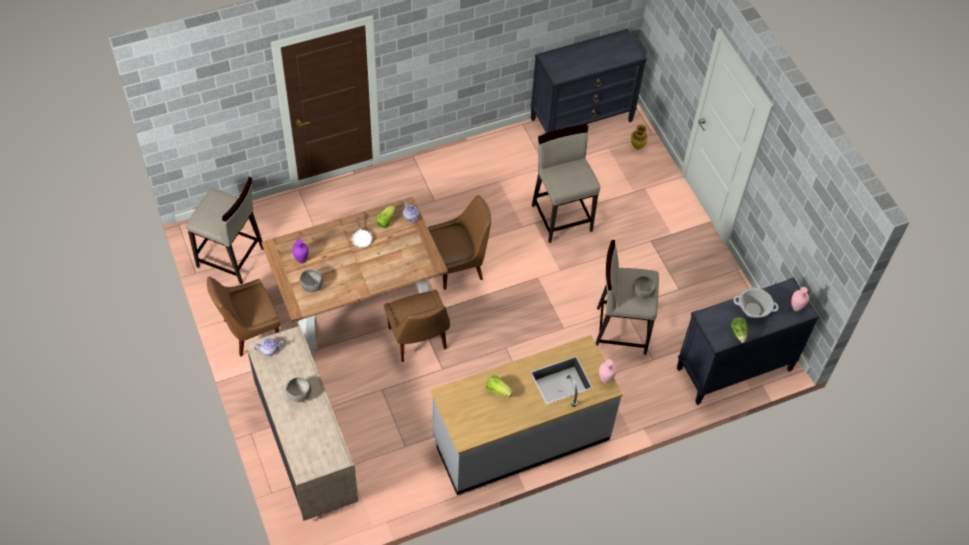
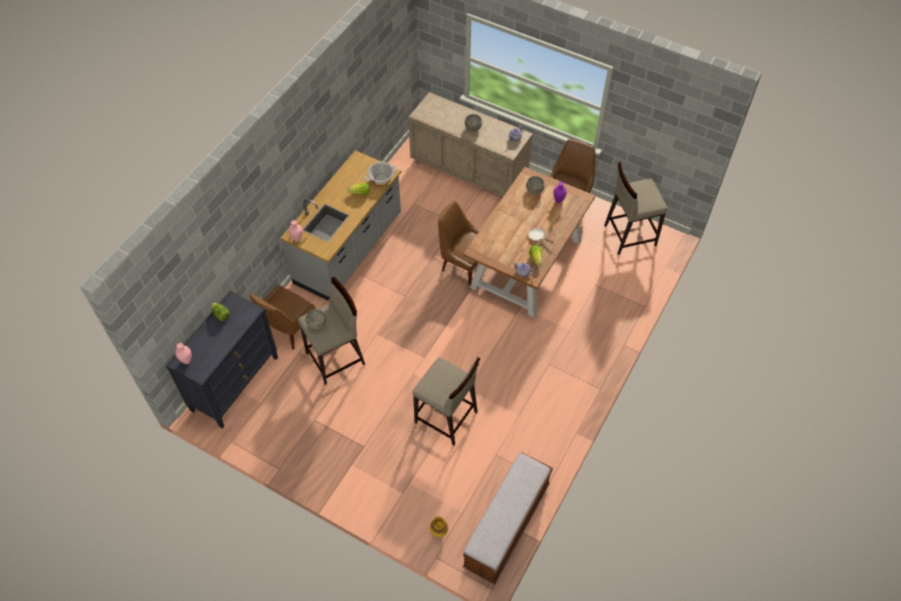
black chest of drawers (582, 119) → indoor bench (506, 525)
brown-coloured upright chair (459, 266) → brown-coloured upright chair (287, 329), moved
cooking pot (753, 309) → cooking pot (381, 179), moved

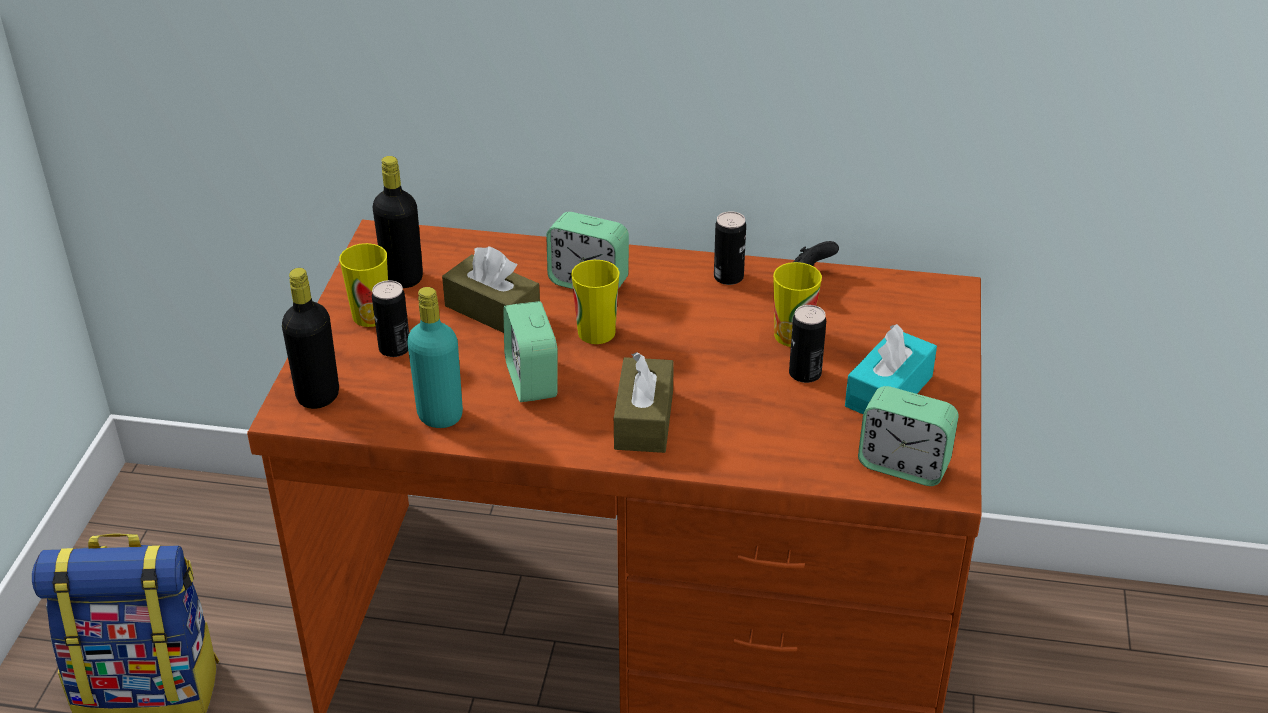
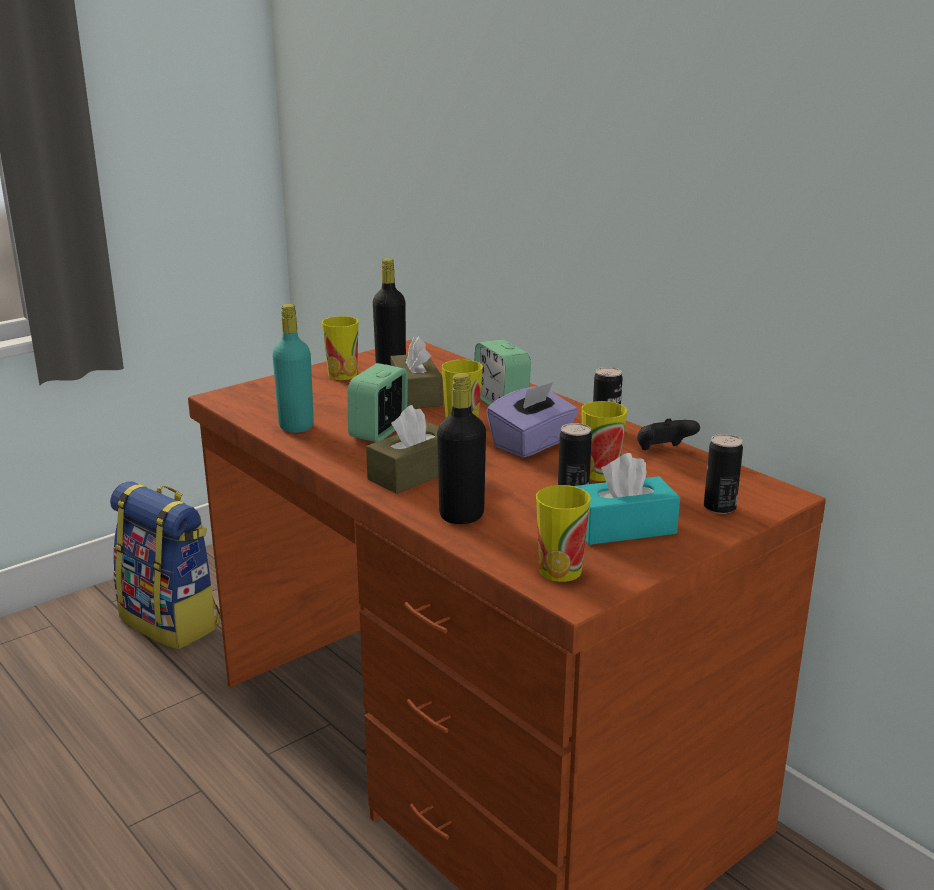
black beverage bottle (318, 396) → black beverage bottle (461, 516), moved
can (394, 348) → can (719, 507), moved
bedside clock (903, 465) → drinking cup (560, 570)
- → purple box of tissues (532, 444)

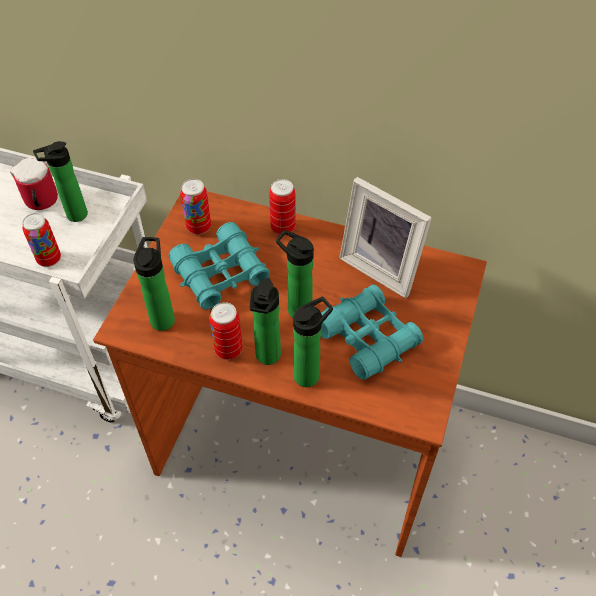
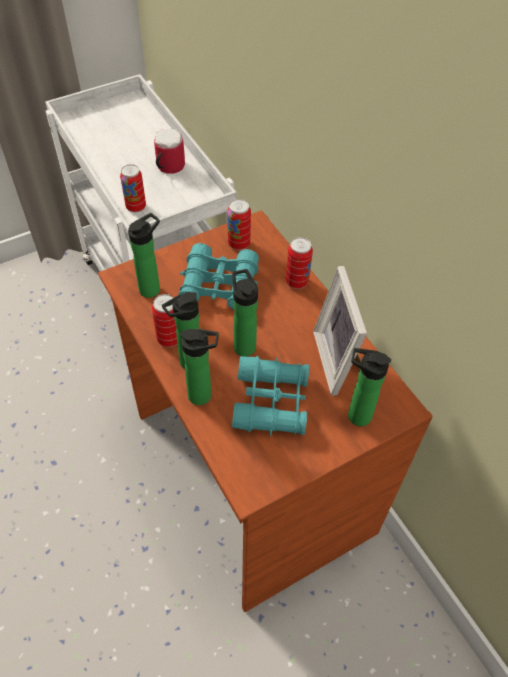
beverage bottle (73, 216) → beverage bottle (355, 415), moved

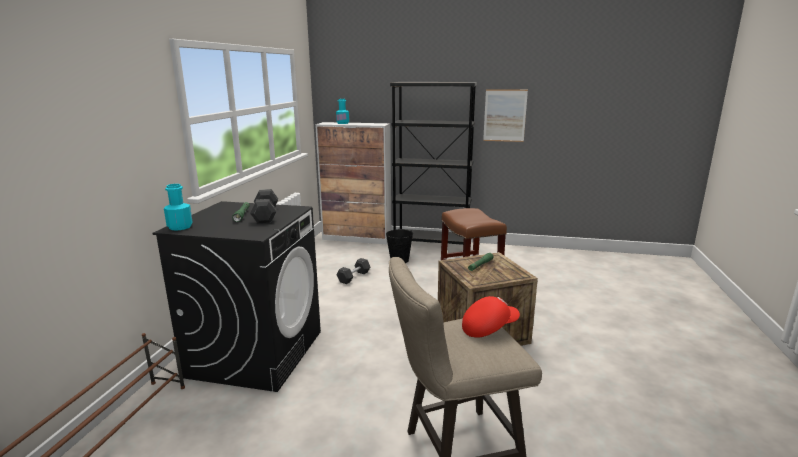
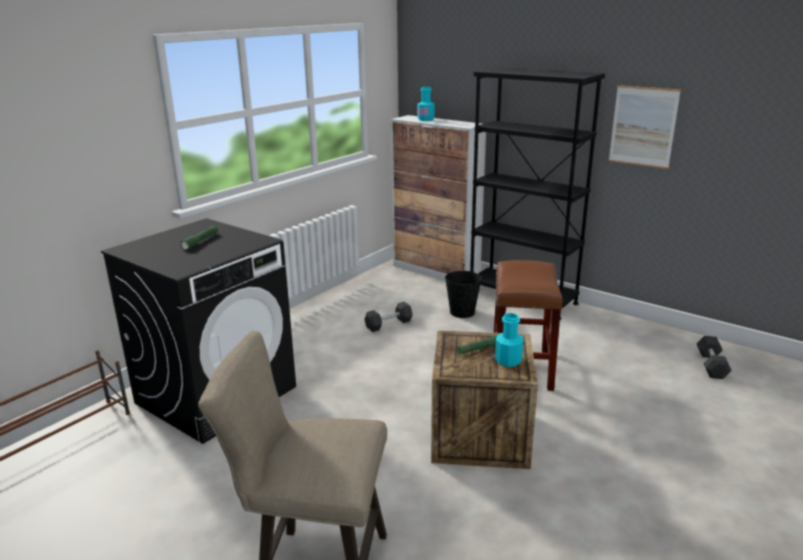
turquoise-coloured beverage bottle (180, 227) → turquoise-coloured beverage bottle (508, 360), moved
gray hand weight (265, 215) → gray hand weight (711, 365), moved
red-coloured peaked cap (489, 328) → -

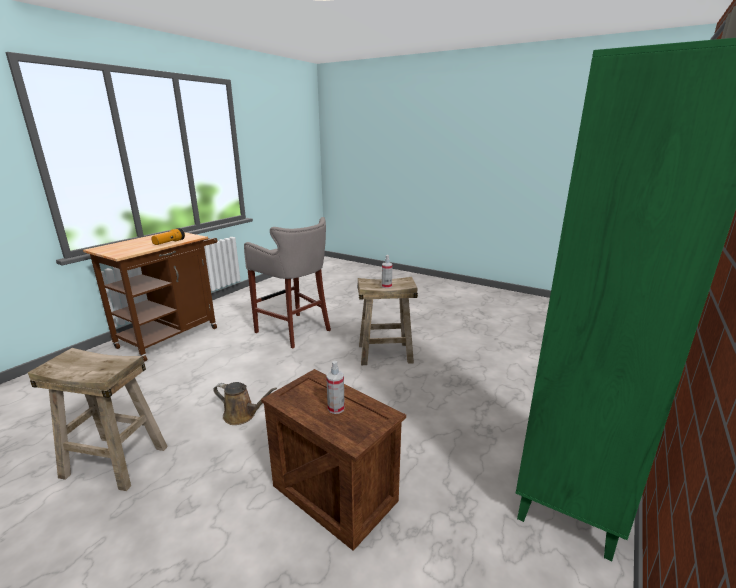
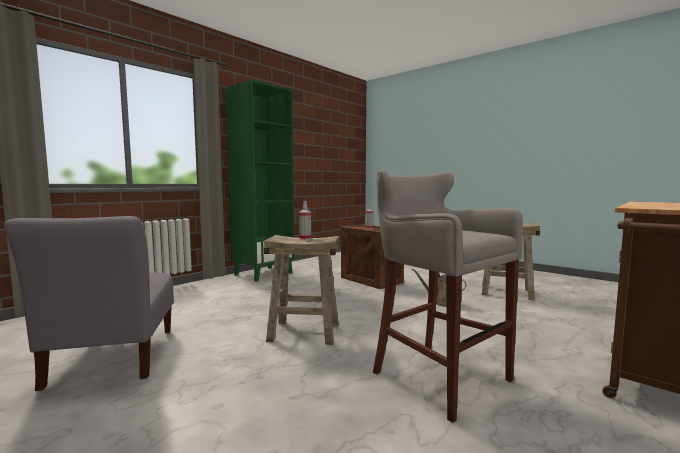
torch (169, 243) → -
- → gray upright chair (112, 359)

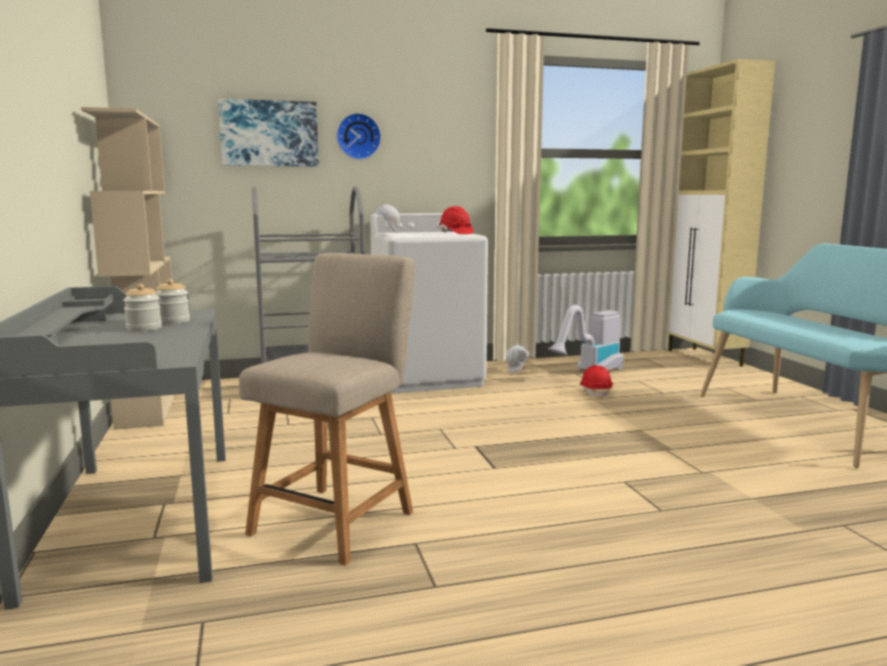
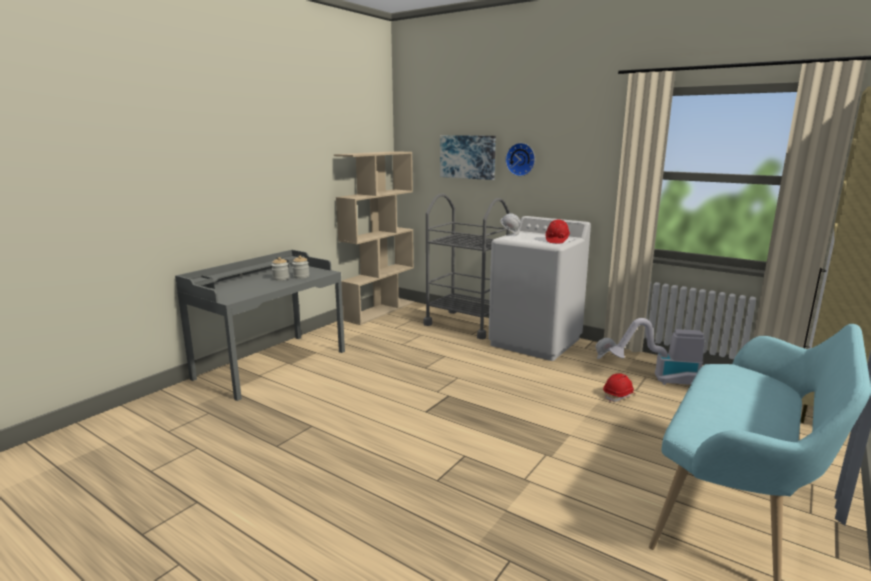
beige-coloured upright chair (337, 519) → -

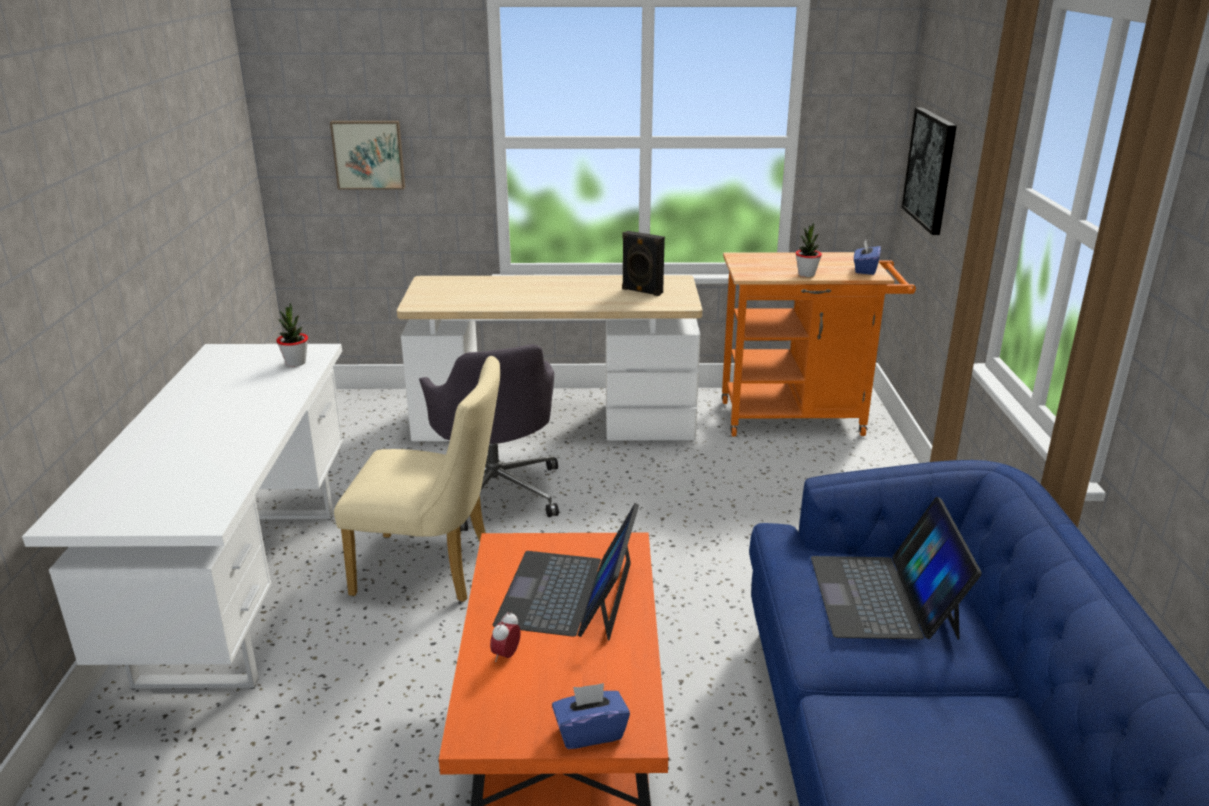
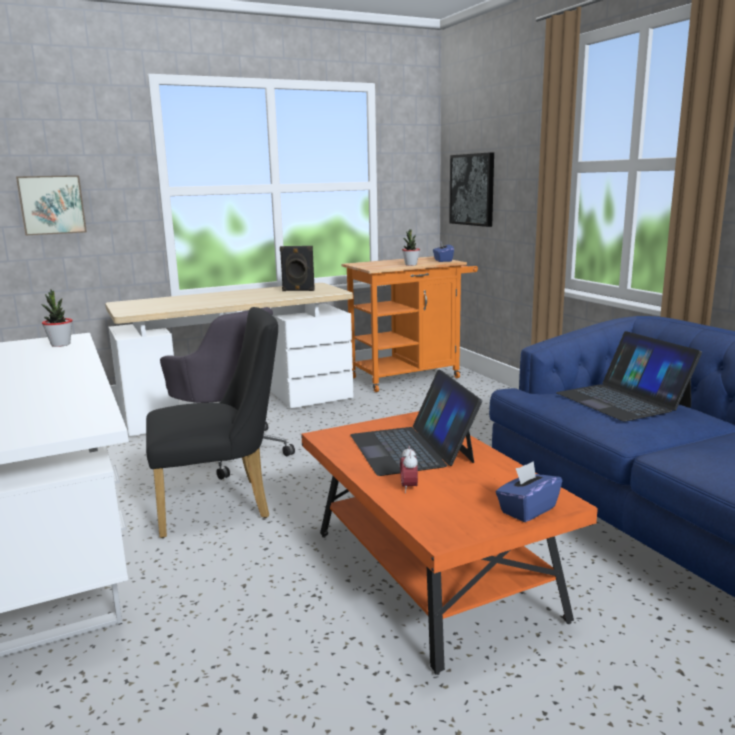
beige-coloured upright chair (433, 570) → black upright chair (222, 505)

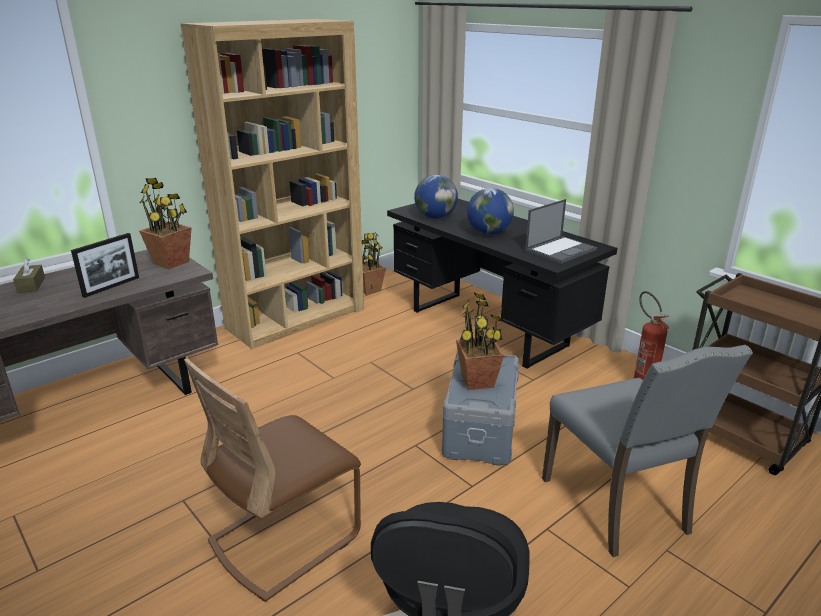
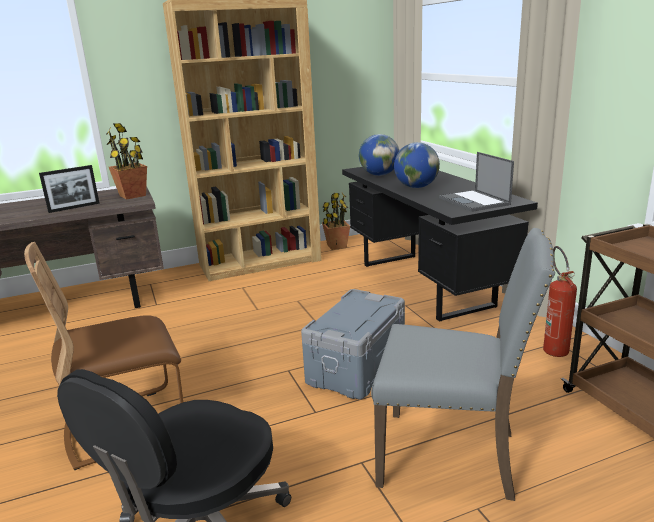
notebook computer (561, 250) → notebook computer (474, 201), 90 degrees clockwise
brown-coloured box of tissues (31, 285) → -
plant in a pot (478, 381) → -
gray upright chair (618, 506) → gray upright chair (451, 456), 75 degrees counterclockwise

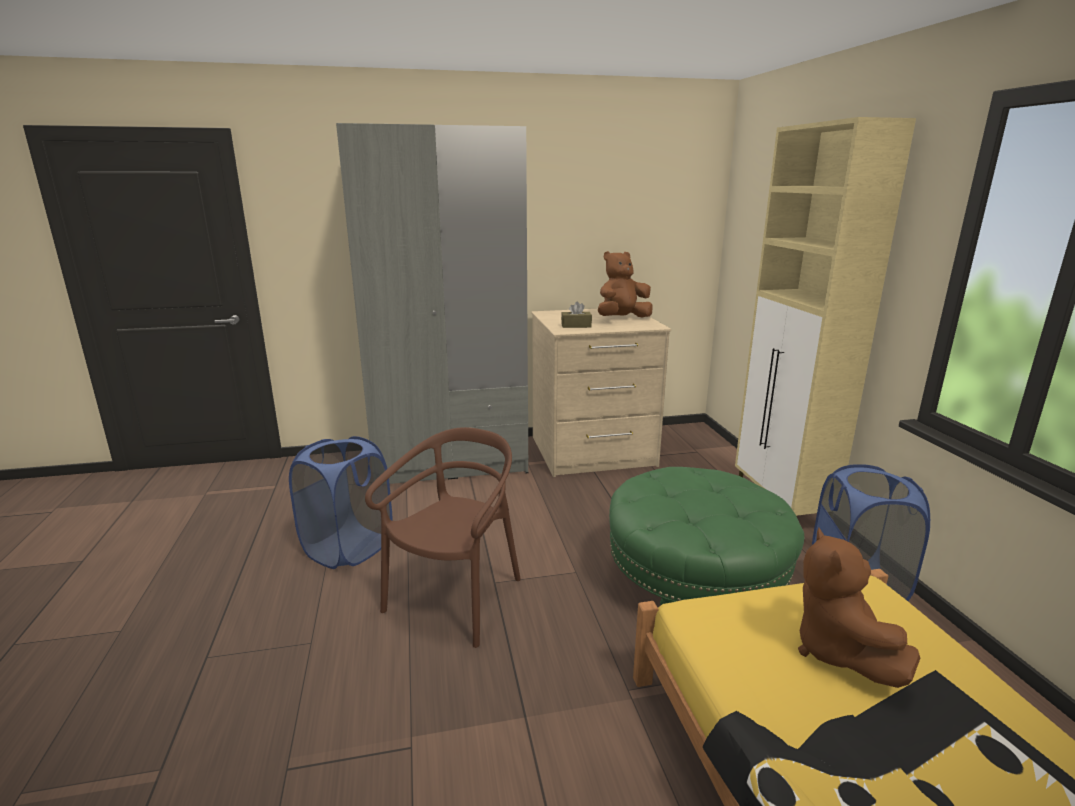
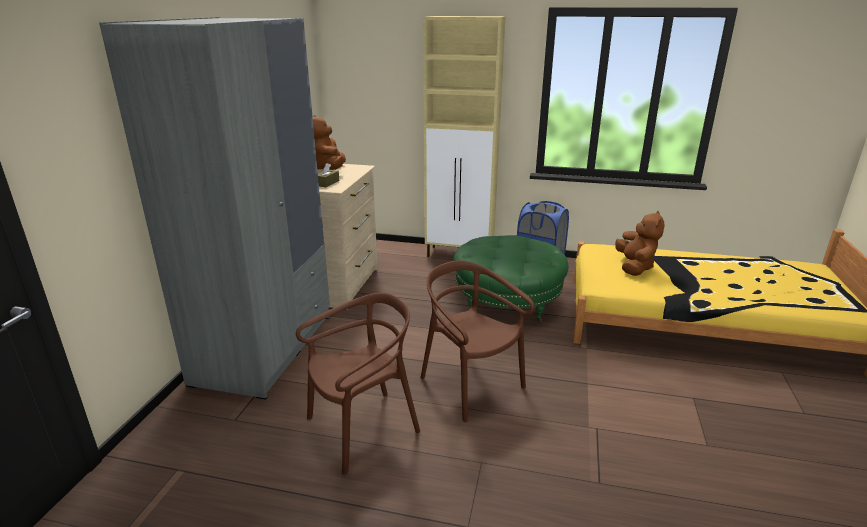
blue-coloured washing basket (348, 548) → brown-coloured upright chair (363, 428)
brown-coloured cuddly toy (838, 651) → brown-coloured cuddly toy (634, 267), 105 degrees counterclockwise

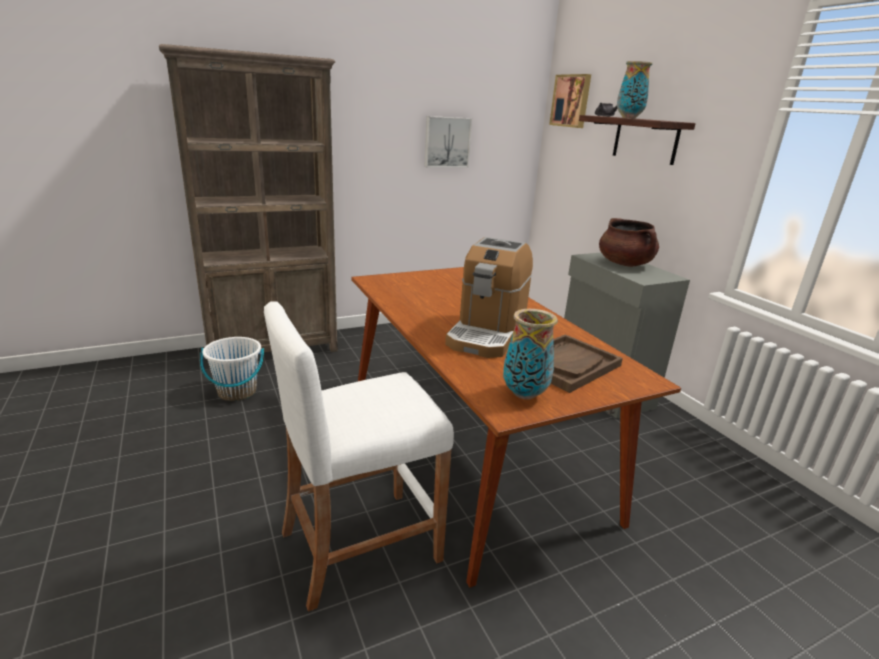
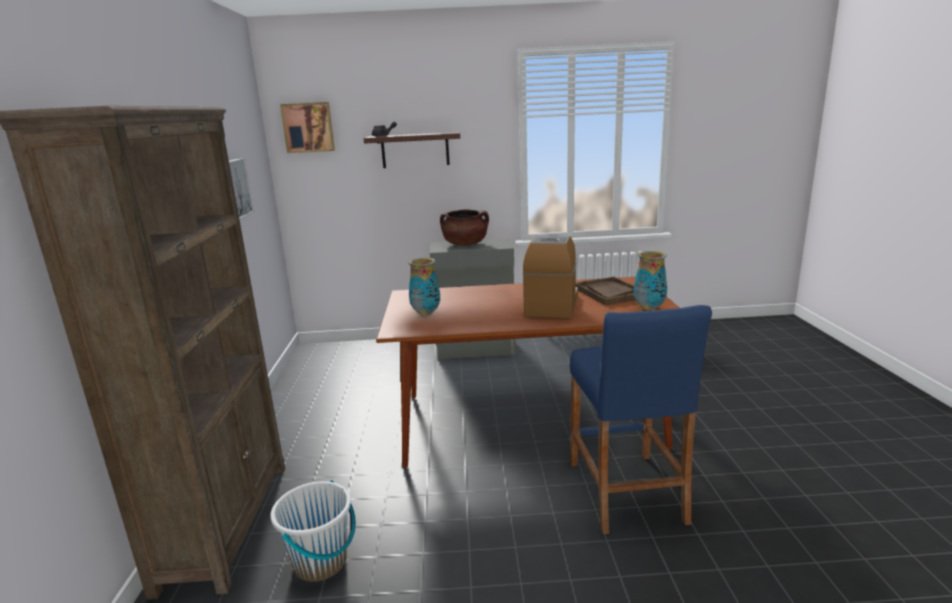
vase (629, 118) → vase (426, 313), moved
coffee maker (487, 333) → coffee maker (552, 305), 120 degrees counterclockwise
white stool (360, 545) → blue-coloured stool (625, 491)

